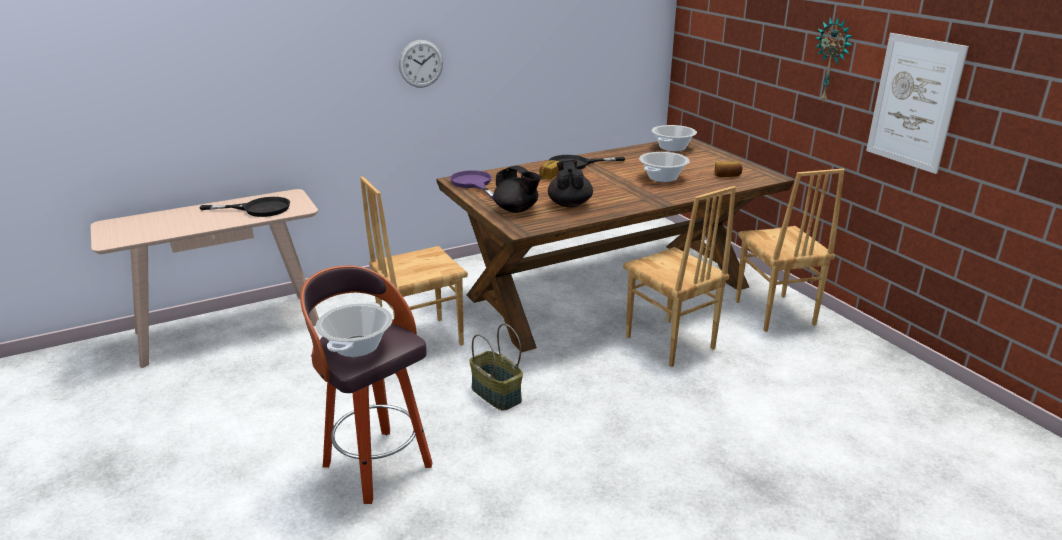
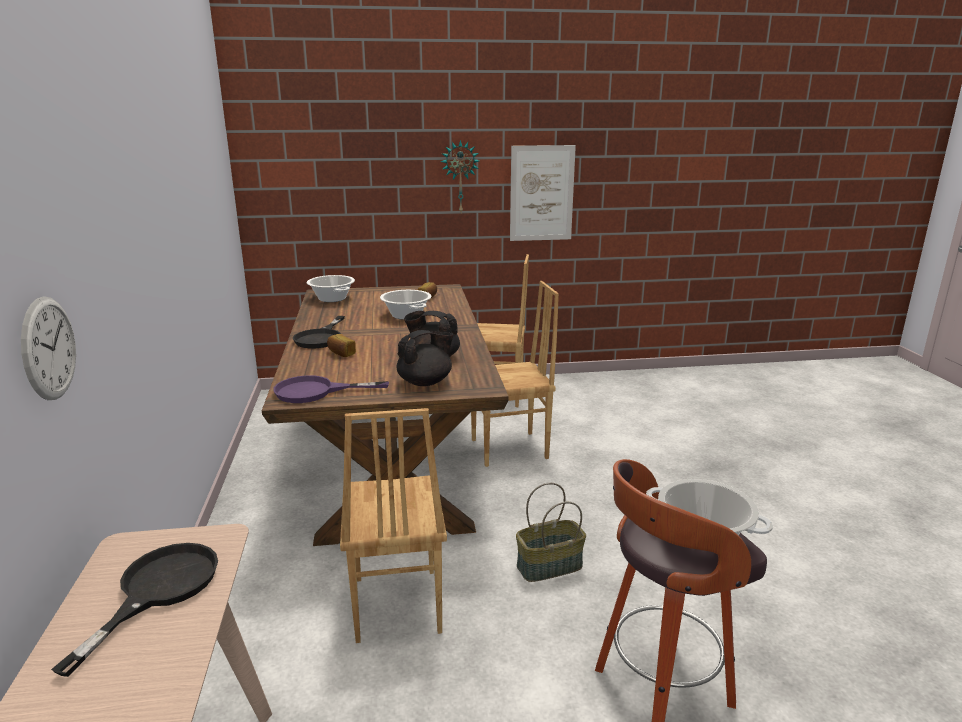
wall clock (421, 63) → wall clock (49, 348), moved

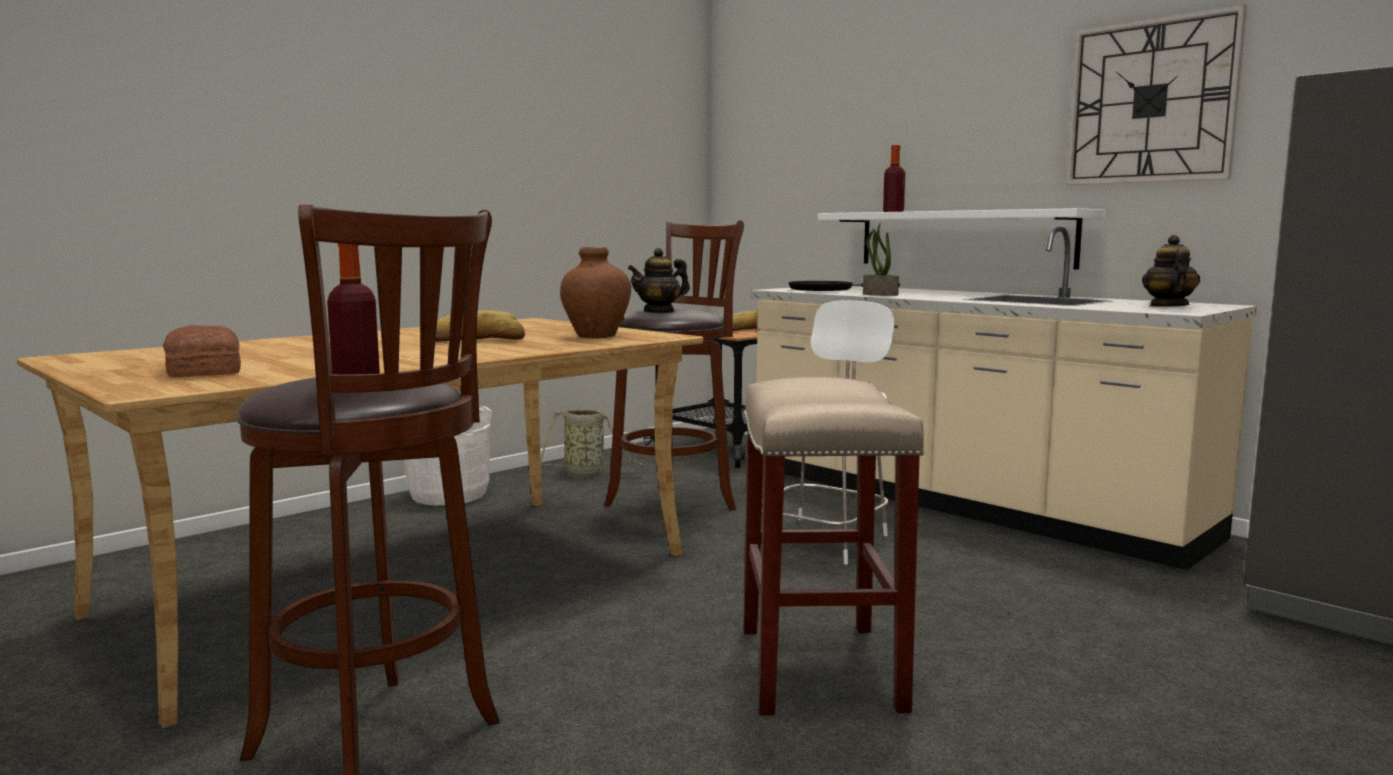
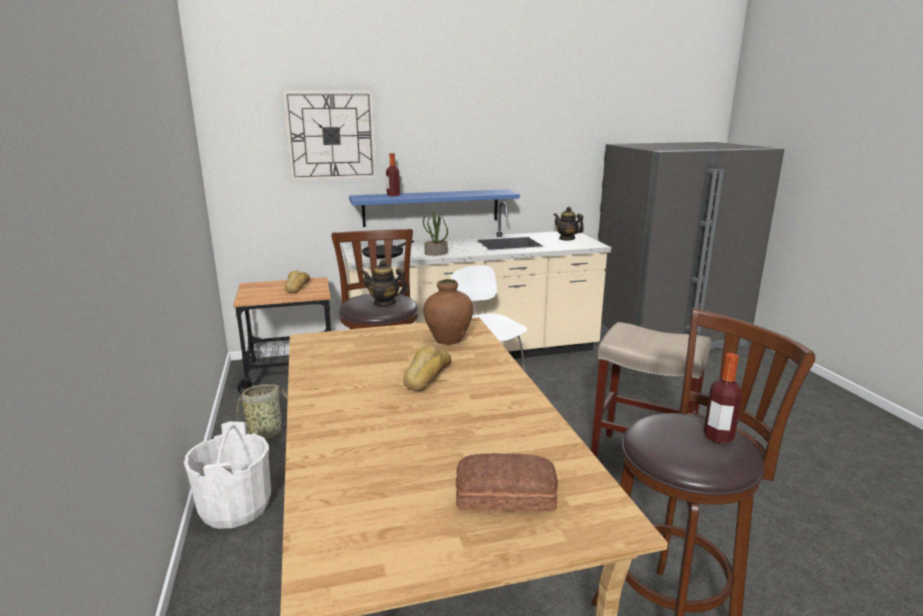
wall clock (1151, 101) → wall clock (331, 135), moved
white shelf (963, 239) → blue-coloured shelf (431, 207)
pot for tea (659, 311) → pot for tea (384, 303), 105 degrees clockwise

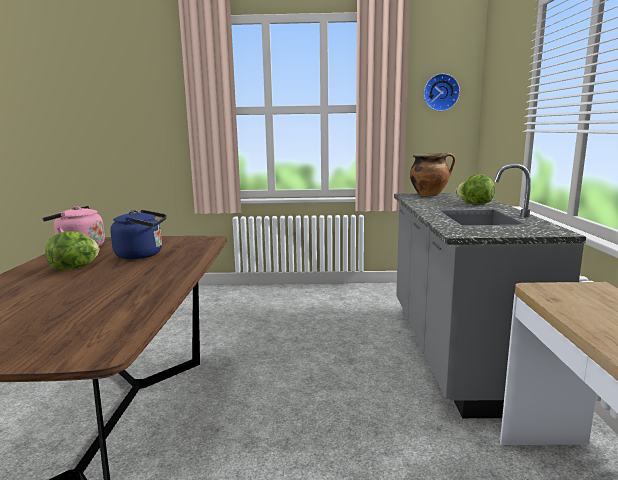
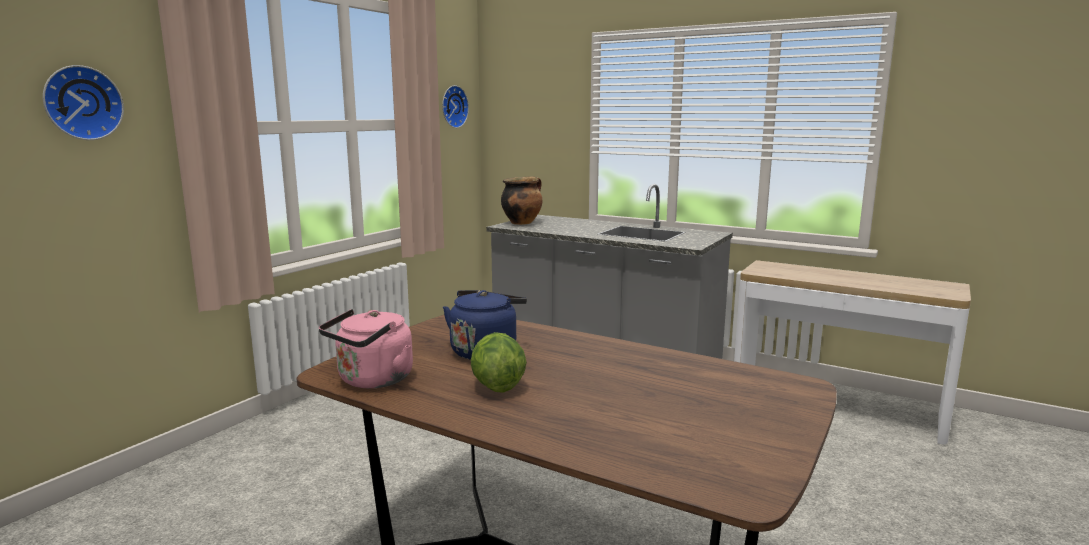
head of lettuce (474, 203) → -
- → wall clock (81, 103)

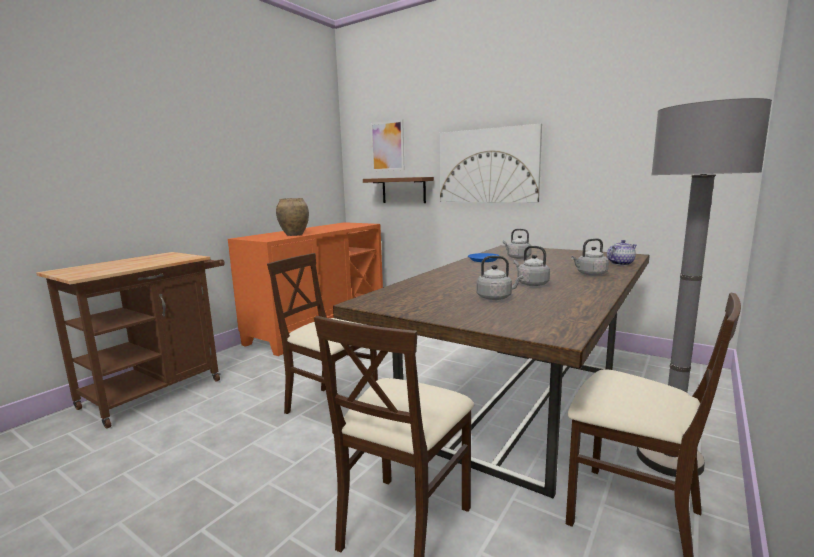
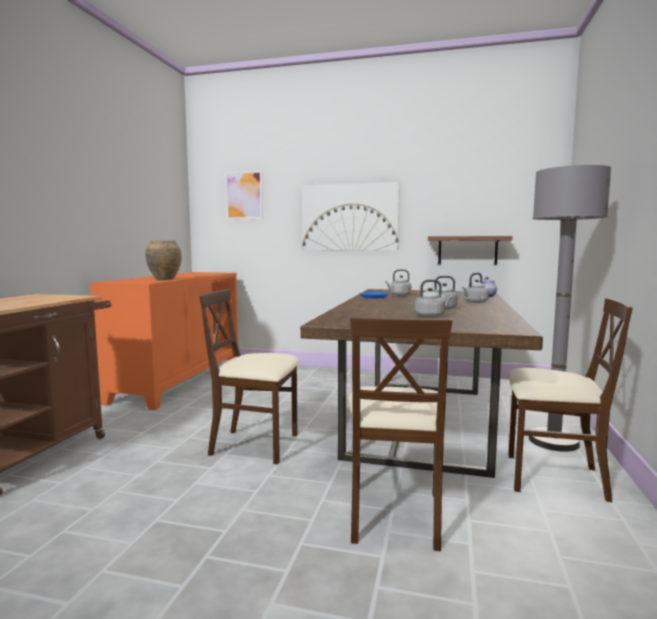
brown-coloured shelf (403, 190) → brown-coloured shelf (467, 250), moved

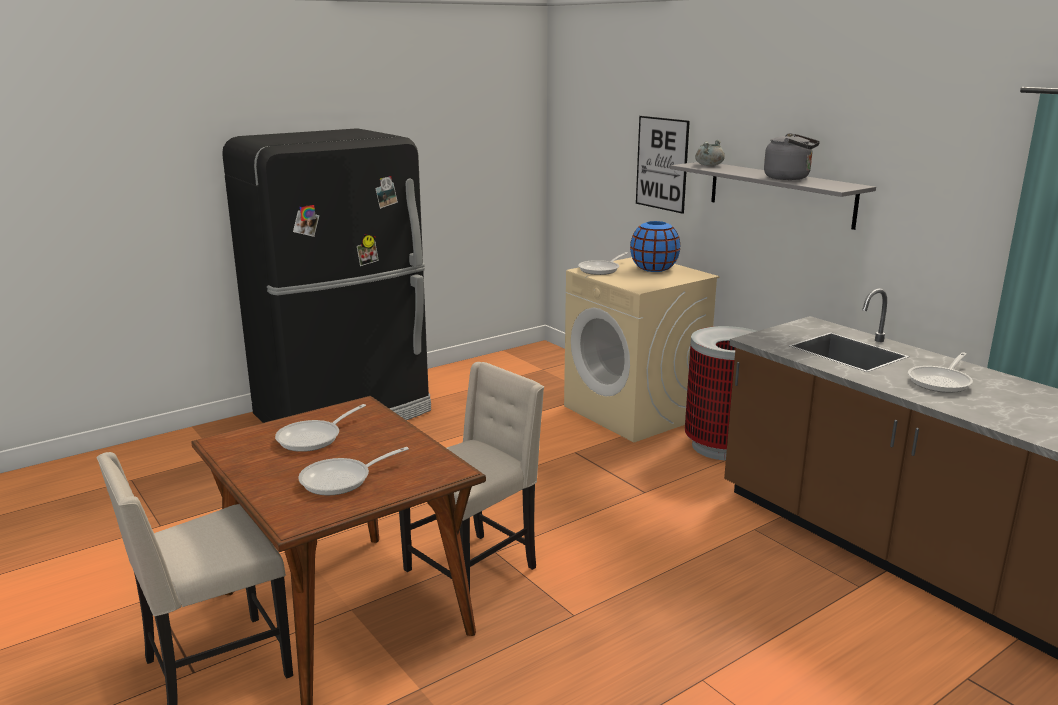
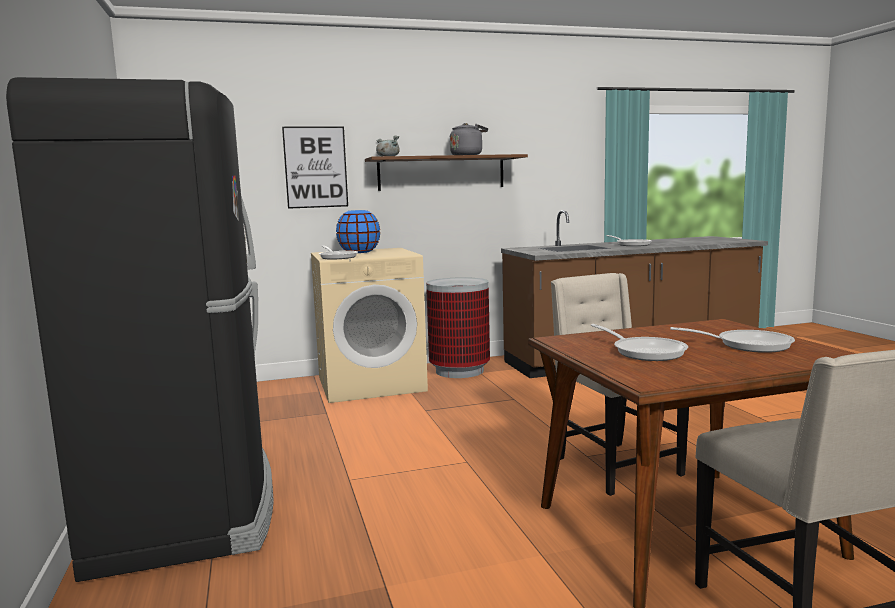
gray shelf (780, 193) → brown-coloured shelf (441, 173)
pan (342, 480) → pan (747, 345), 60 degrees counterclockwise

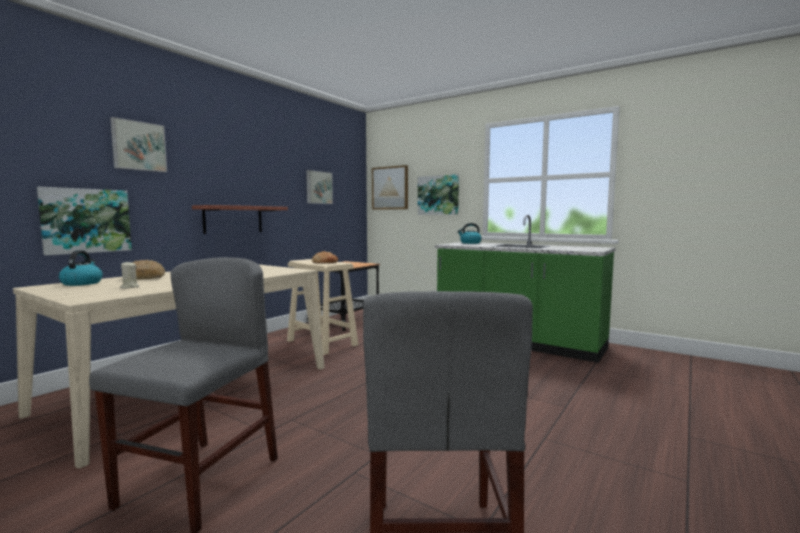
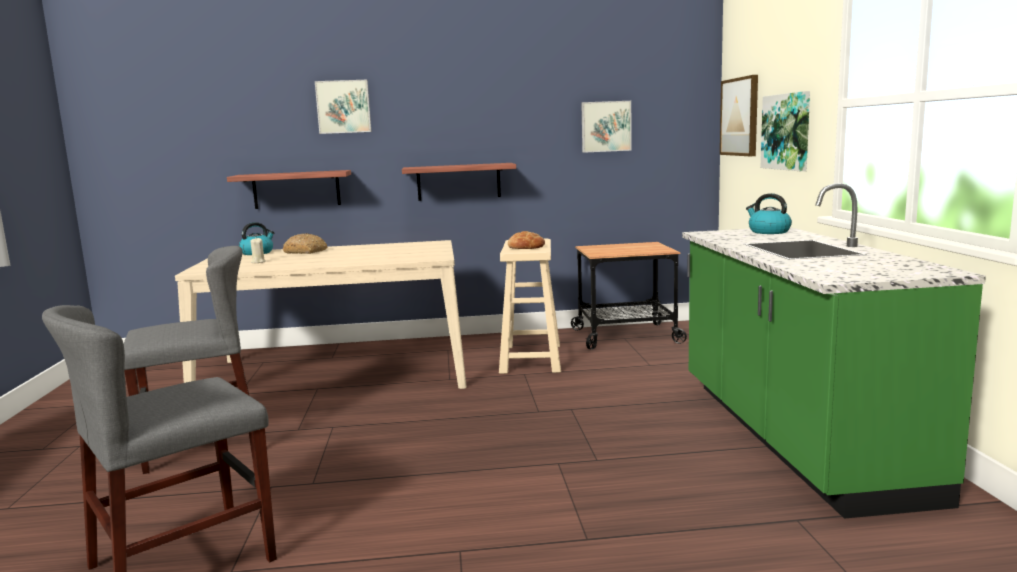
picture (86, 220) → shelf (296, 189)

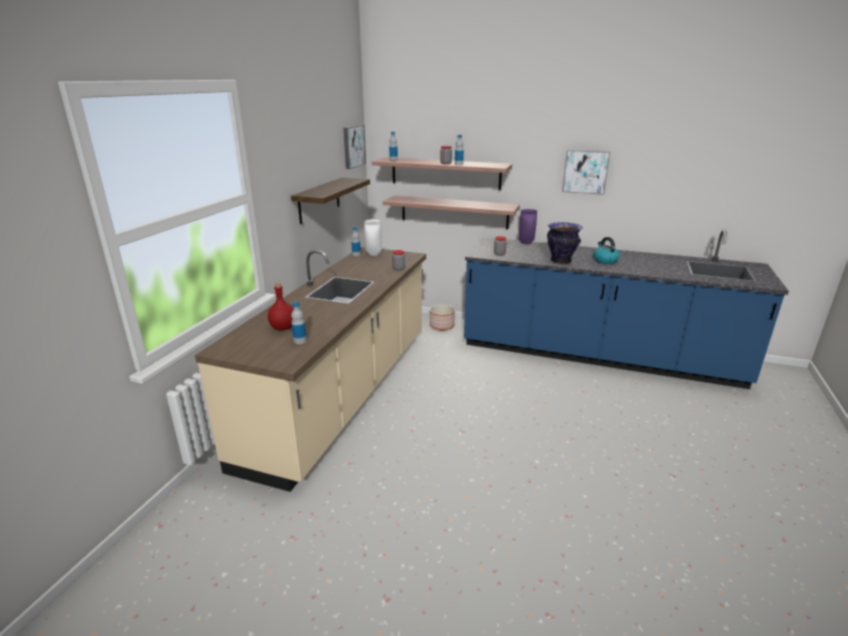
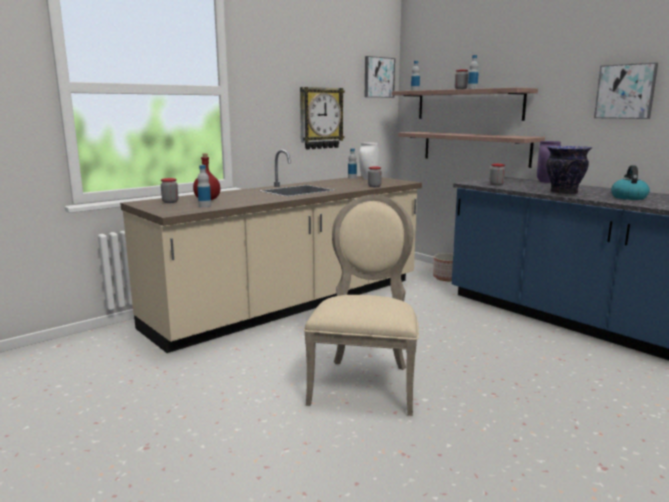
shelf (319, 200) → wall clock (320, 118)
- → jar (170, 202)
- → beige-coloured upright chair (365, 383)

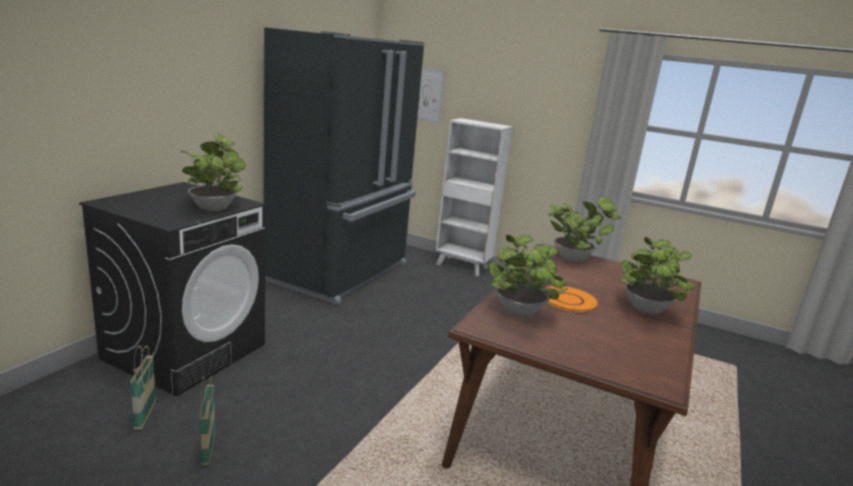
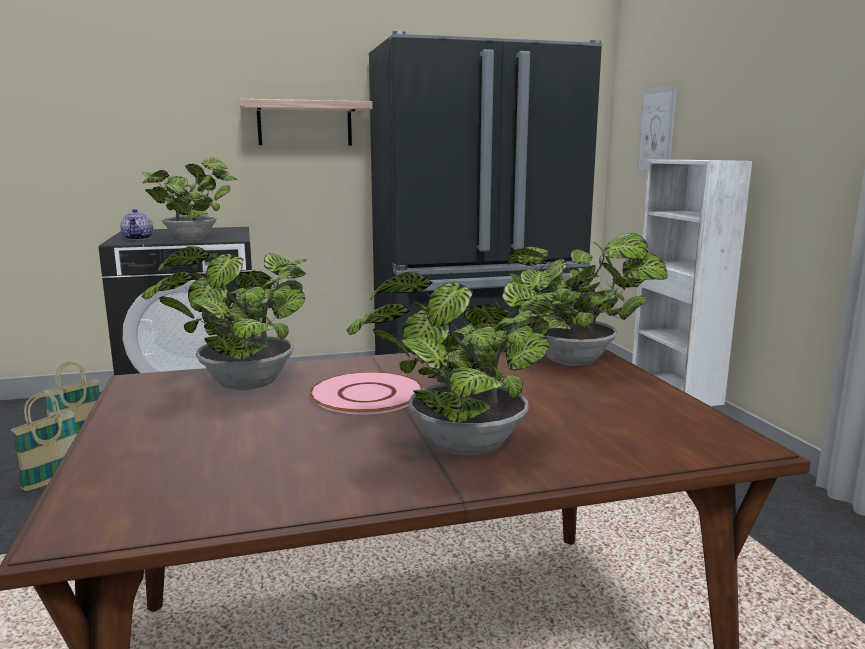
orangey plate (569, 300) → pink plate (366, 395)
- → shelf (305, 124)
- → pot for tea (139, 239)

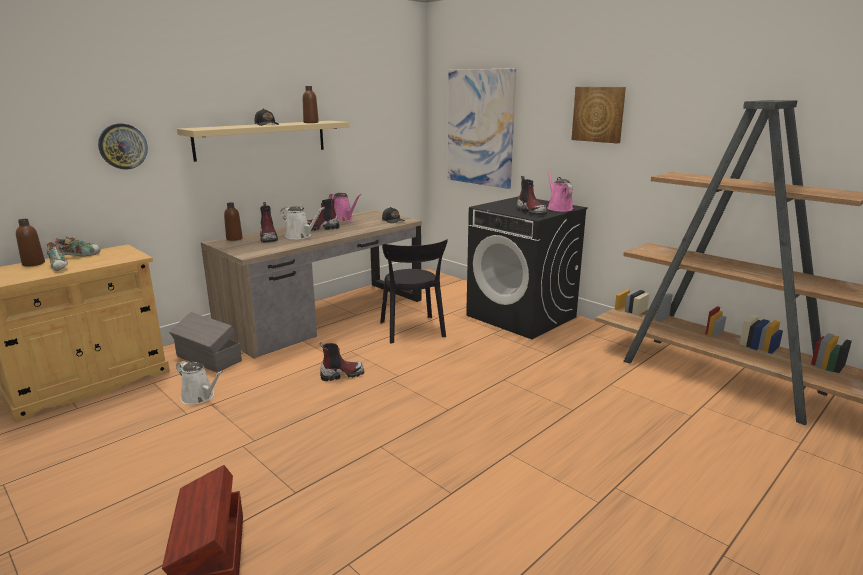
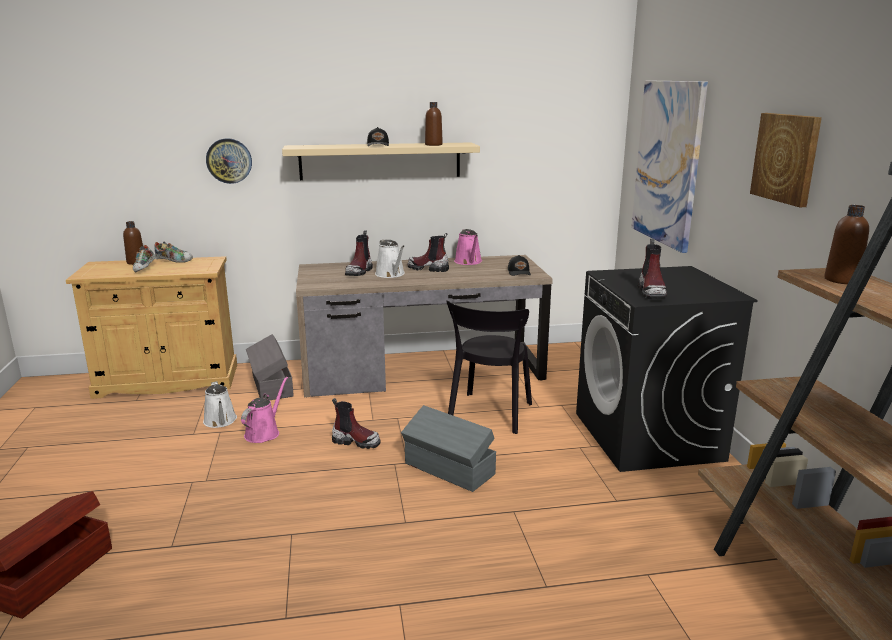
pink watering pot (558, 208) → pink watering pot (264, 433), moved
brown-coloured beverage bottle (234, 239) → brown-coloured beverage bottle (842, 280), moved
- → gray storage bin (449, 469)

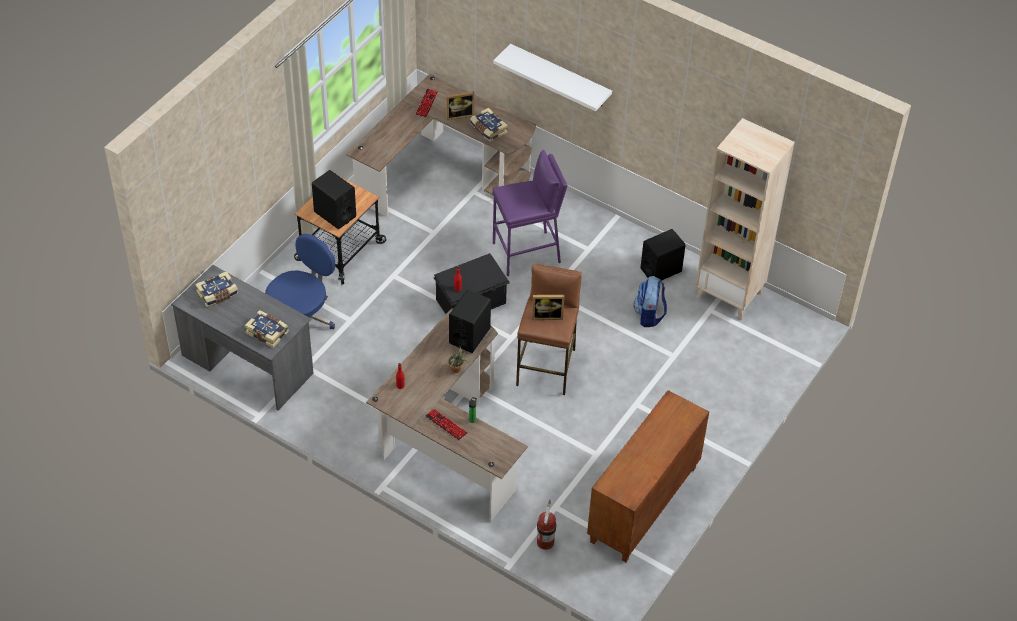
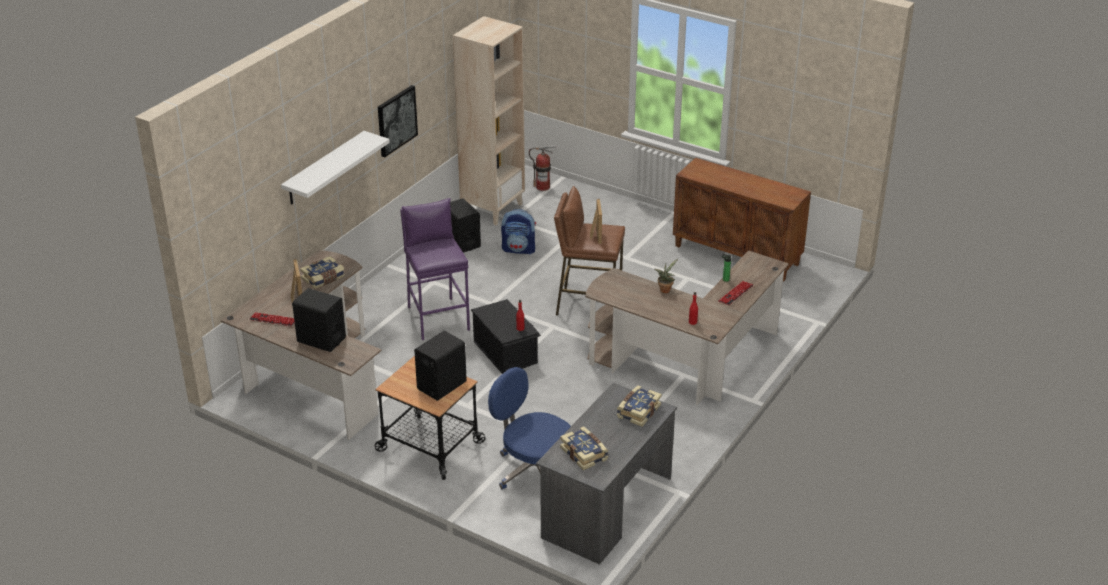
black audio speaker (469, 335) → black audio speaker (321, 339), moved
fire extinguisher (545, 542) → fire extinguisher (543, 187), moved
- → picture (396, 120)

